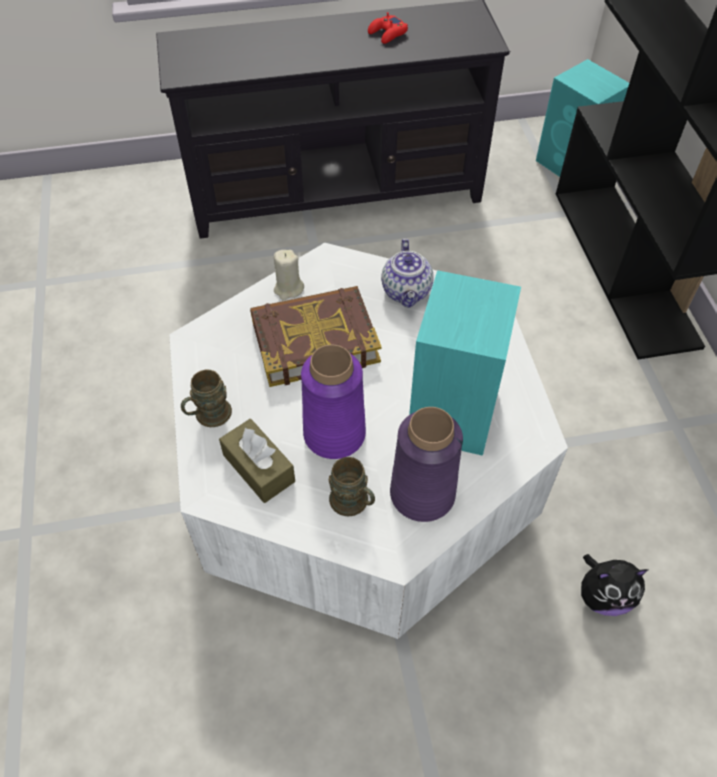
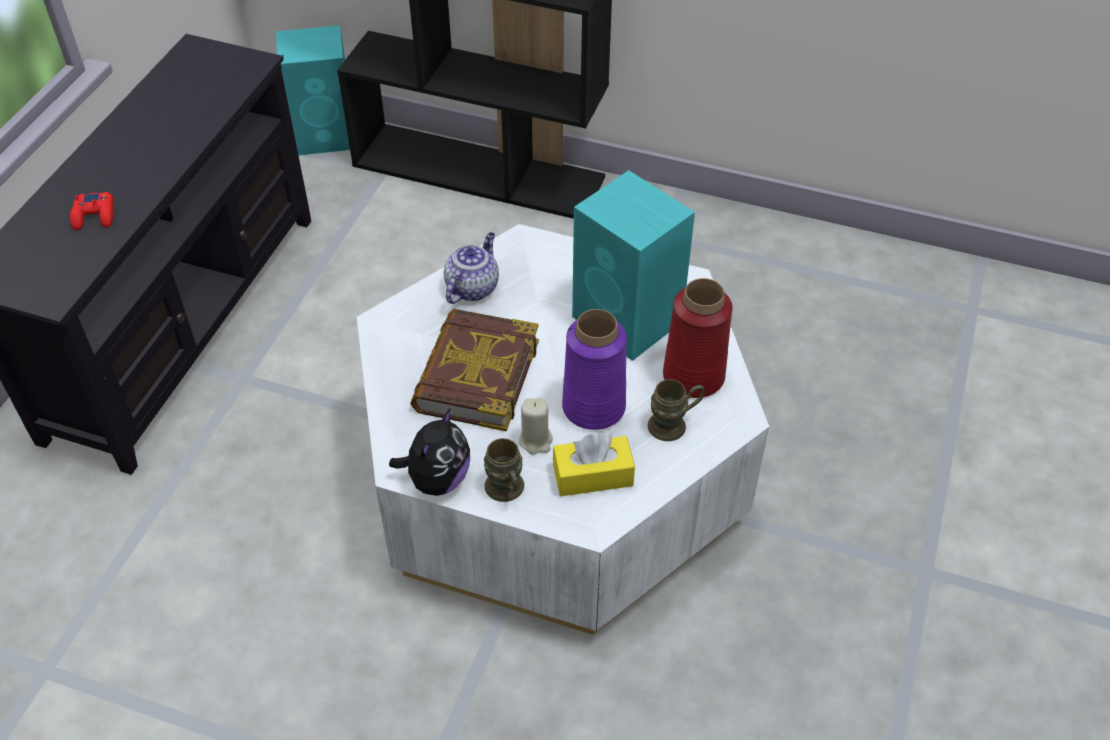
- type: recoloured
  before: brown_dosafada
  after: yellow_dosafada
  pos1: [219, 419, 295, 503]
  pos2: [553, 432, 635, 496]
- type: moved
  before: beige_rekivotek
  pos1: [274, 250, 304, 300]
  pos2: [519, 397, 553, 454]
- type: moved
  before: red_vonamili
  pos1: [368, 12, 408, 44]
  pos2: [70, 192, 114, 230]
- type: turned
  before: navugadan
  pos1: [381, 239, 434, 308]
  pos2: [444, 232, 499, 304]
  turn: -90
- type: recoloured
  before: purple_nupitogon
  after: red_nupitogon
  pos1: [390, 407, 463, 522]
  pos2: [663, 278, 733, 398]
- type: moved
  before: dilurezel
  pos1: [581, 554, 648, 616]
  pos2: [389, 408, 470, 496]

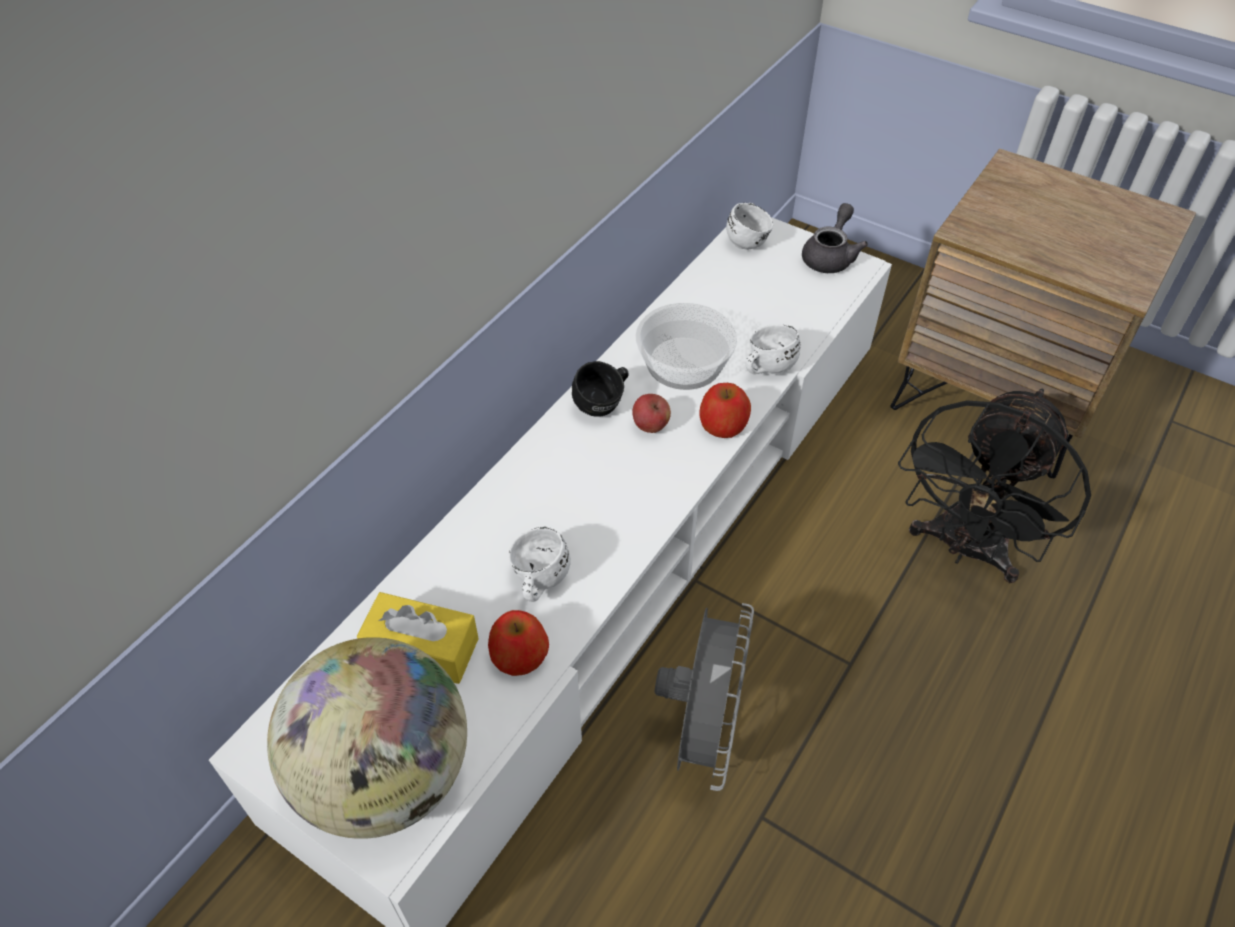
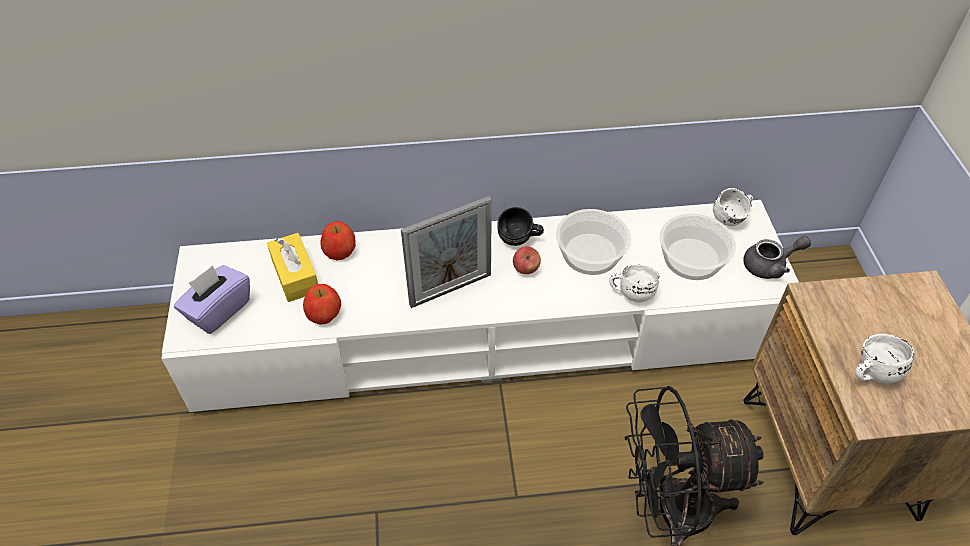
- type: replaced
  before: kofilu
  after: purple_dosafada
  pos1: [267, 637, 467, 839]
  pos2: [174, 265, 250, 334]
- type: moved
  before: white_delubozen
  pos1: [508, 527, 571, 602]
  pos2: [855, 334, 914, 384]
- type: removed
  before: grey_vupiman
  pos1: [655, 603, 754, 791]
- type: moved
  before: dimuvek
  pos1: [699, 383, 751, 438]
  pos2: [321, 221, 356, 260]
- type: added
  after: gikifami
  pos2: [401, 196, 492, 308]
- type: added
  after: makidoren
  pos2: [659, 214, 736, 280]

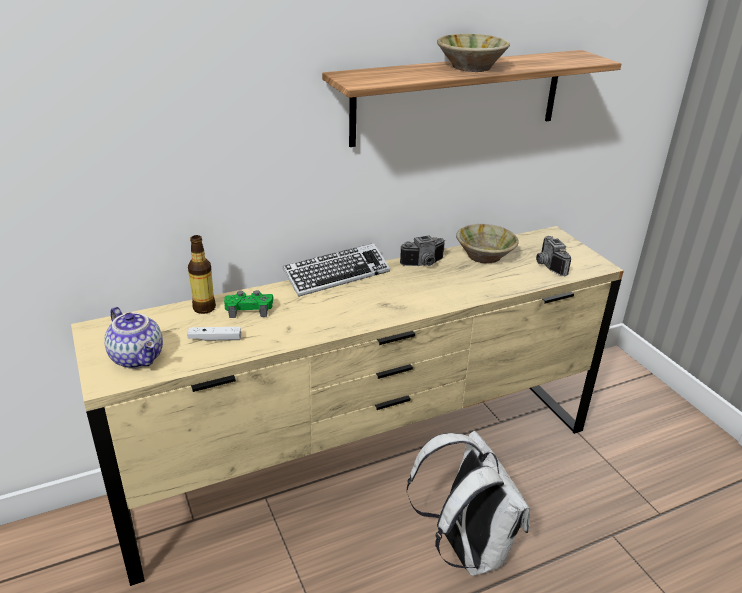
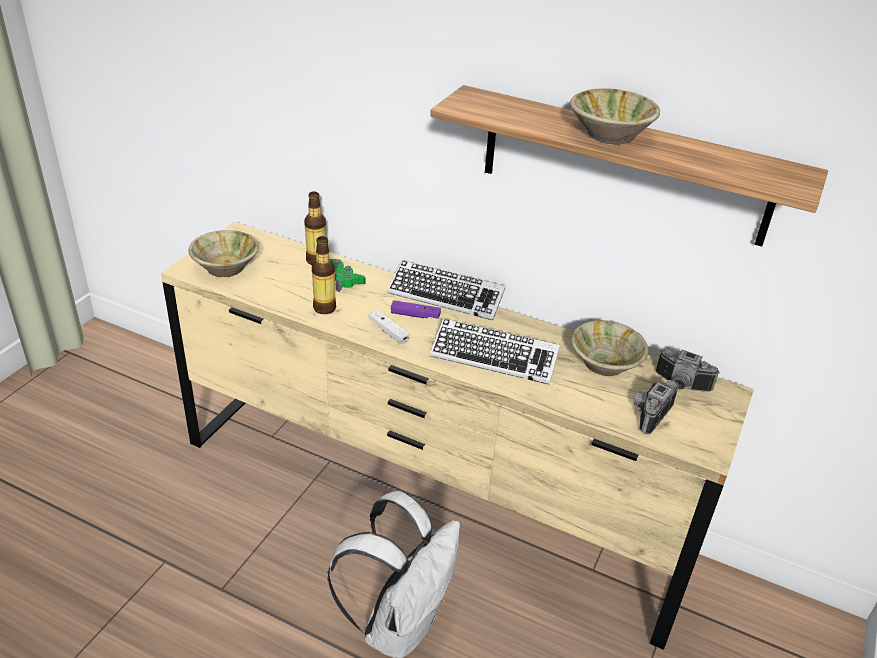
- type: replaced
  before: navugadan
  after: beige_makidoren
  pos1: [104, 307, 163, 369]
  pos2: [189, 230, 259, 277]
- type: moved
  before: white_vonamili
  pos1: [187, 327, 241, 341]
  pos2: [368, 310, 410, 344]
- type: moved
  before: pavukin
  pos1: [400, 235, 445, 266]
  pos2: [656, 349, 720, 392]
- type: added
  after: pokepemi
  pos2: [312, 236, 336, 314]
- type: added
  after: purple_vonamili
  pos2: [391, 300, 441, 319]
- type: added
  after: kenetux
  pos2: [430, 318, 560, 385]

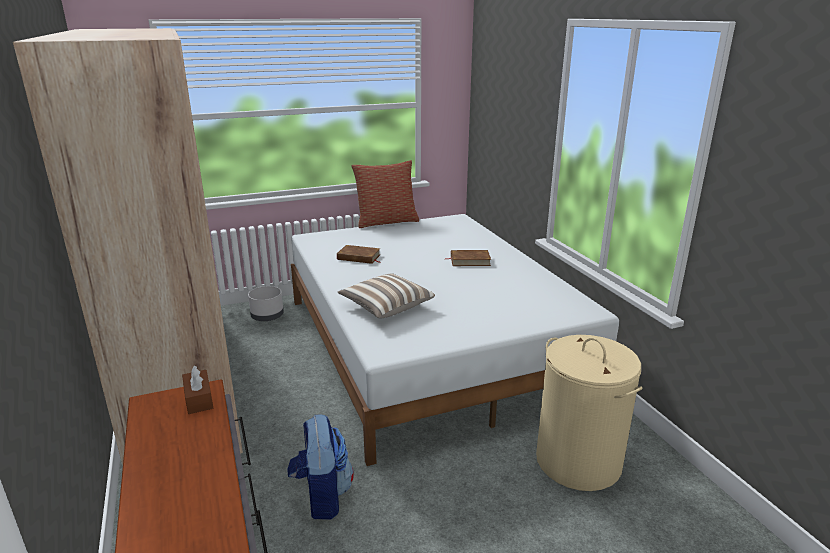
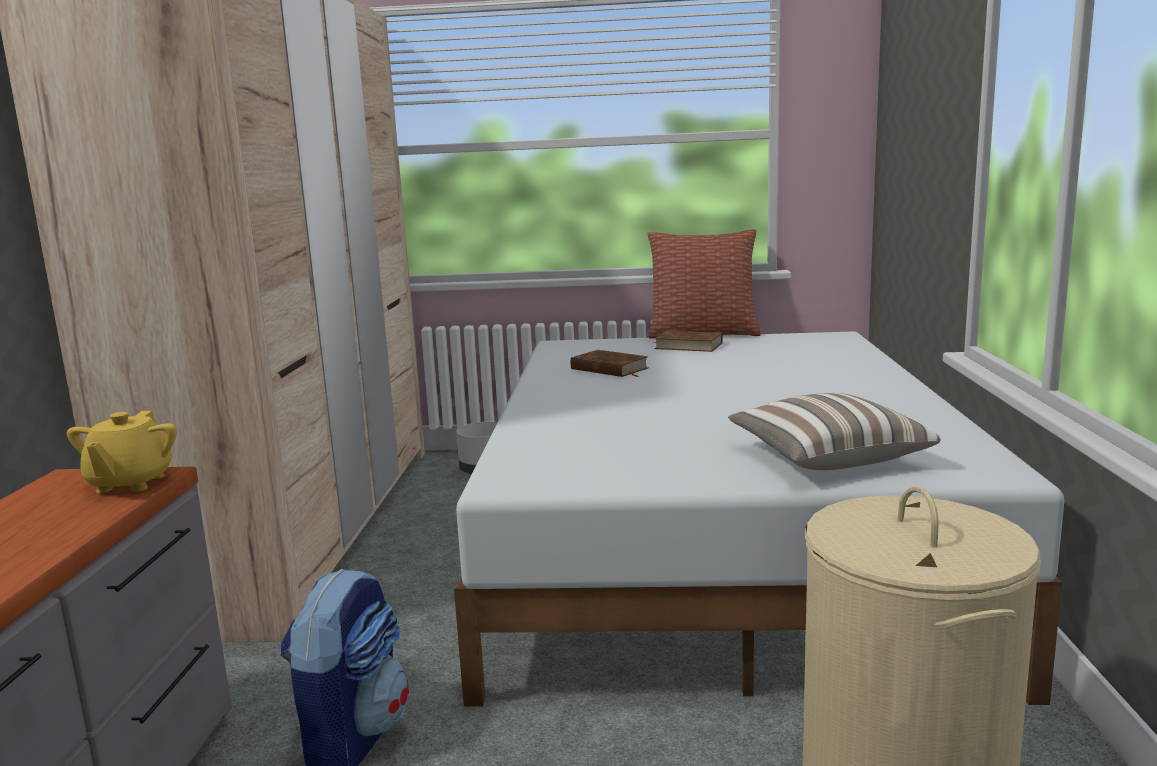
- type: replaced
  before: brown_dosafada
  after: yellow_navugadan
  pos1: [182, 366, 213, 414]
  pos2: [67, 411, 177, 493]
- type: moved
  before: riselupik
  pos1: [338, 273, 435, 318]
  pos2: [728, 393, 941, 470]
- type: moved
  before: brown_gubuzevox
  pos1: [444, 250, 491, 266]
  pos2: [654, 331, 723, 352]

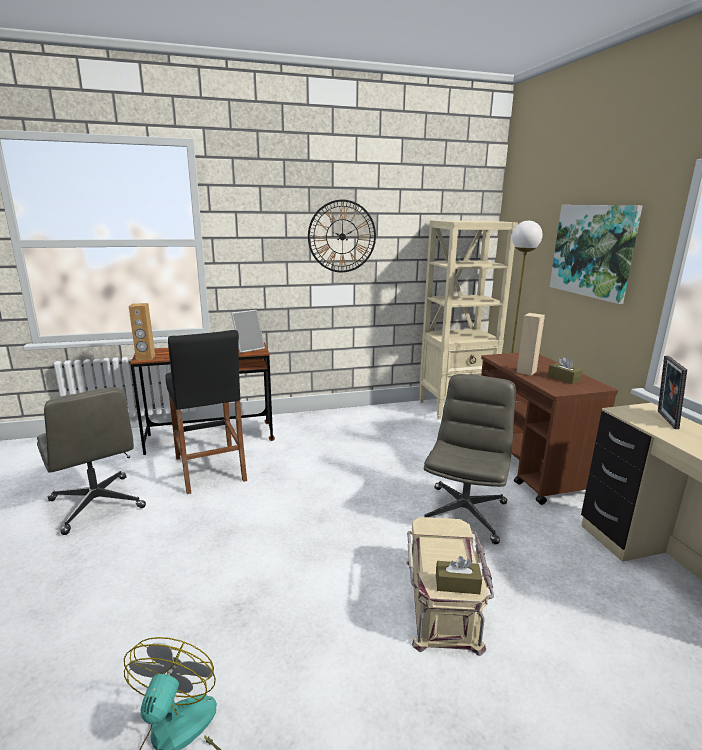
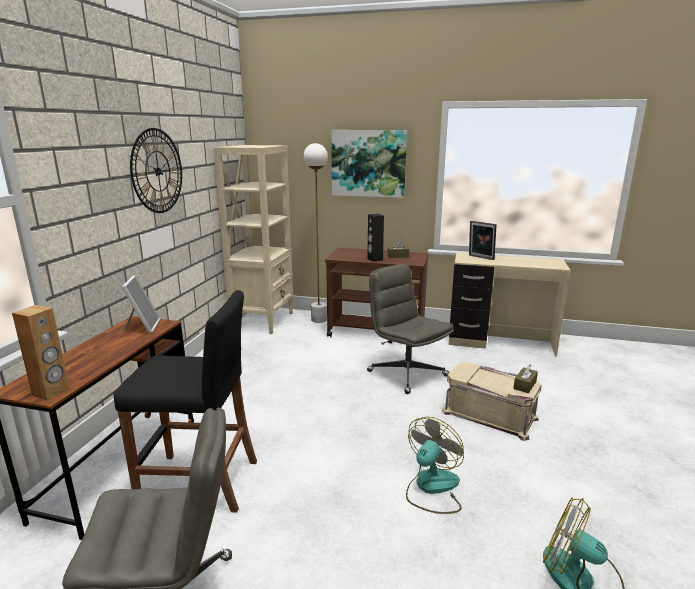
- type: recoloured
  before: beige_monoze
  after: black_monoze
  pos1: [516, 313, 545, 376]
  pos2: [367, 214, 384, 262]
- type: added
  after: vupiman
  pos2: [406, 417, 464, 514]

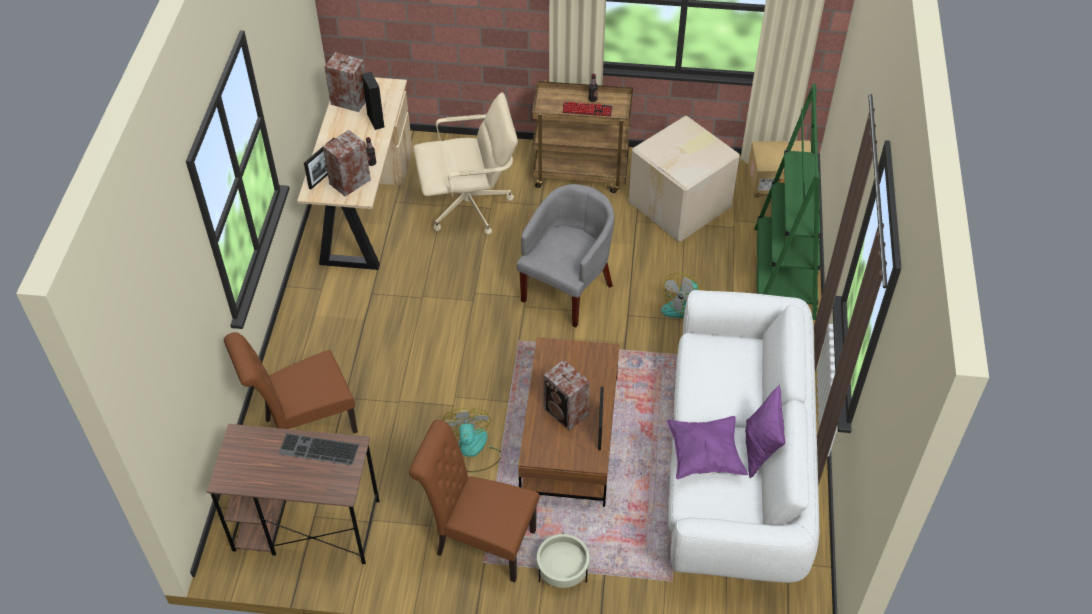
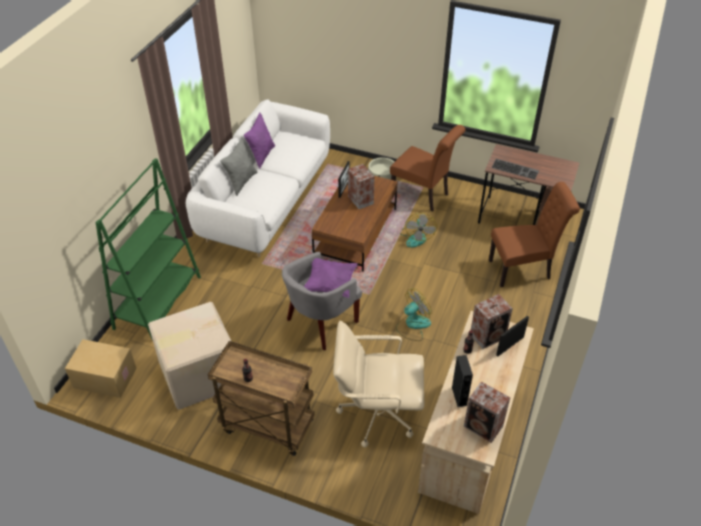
- type: removed
  before: kenetux
  pos1: [562, 102, 612, 116]
- type: moved
  before: vupiman
  pos1: [661, 273, 702, 318]
  pos2: [396, 288, 432, 341]
- type: moved
  before: purple_riselupik
  pos1: [667, 416, 748, 479]
  pos2: [304, 258, 358, 298]
- type: added
  after: grey_riselupik
  pos2: [220, 137, 257, 196]

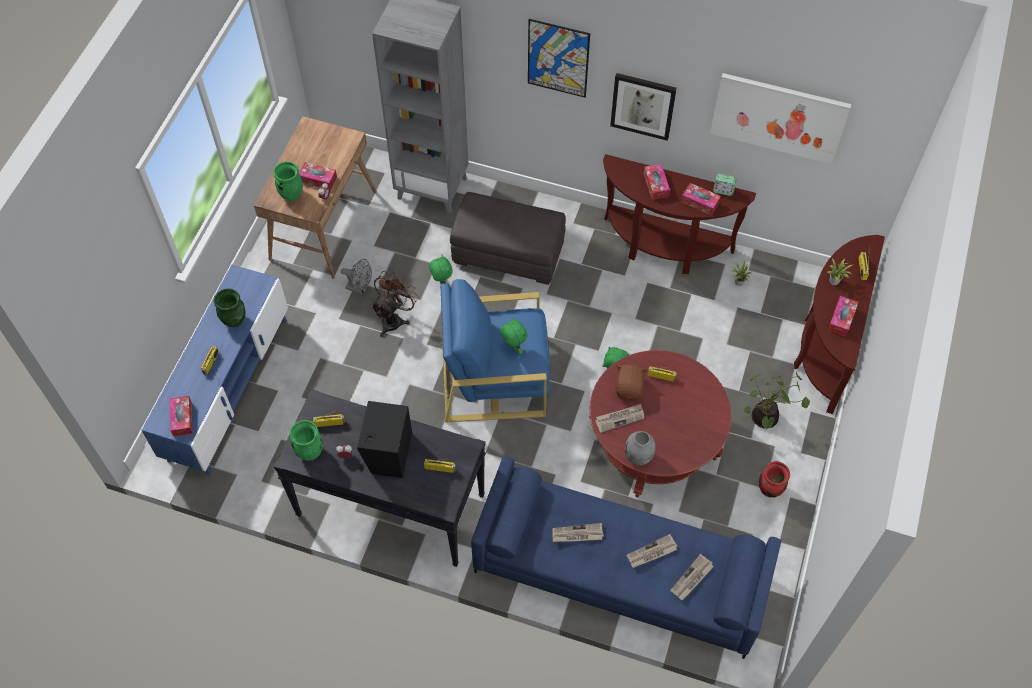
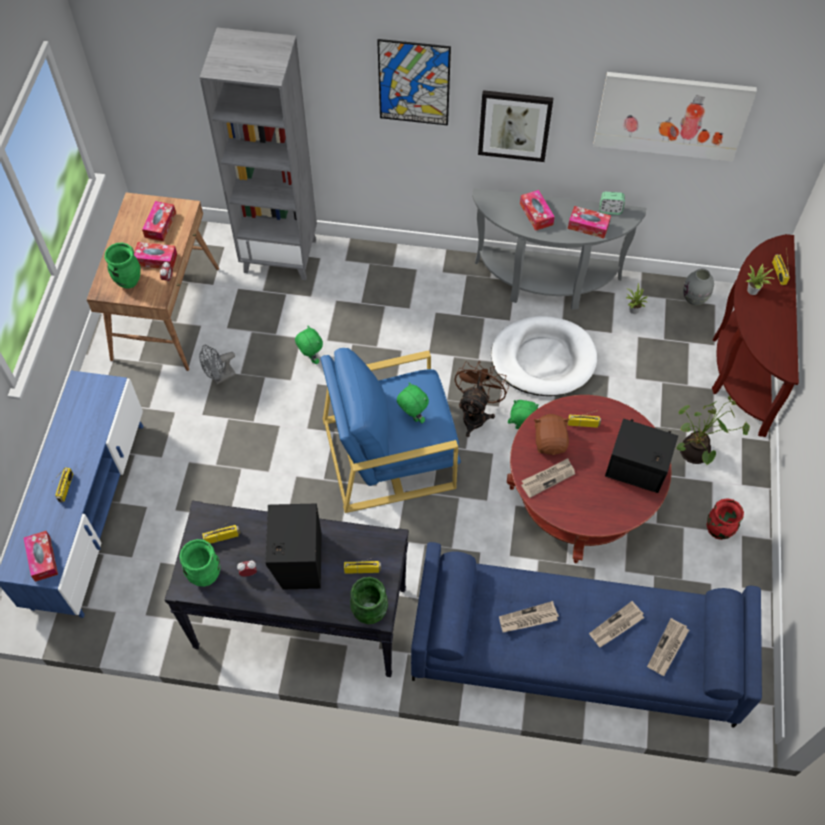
- type: moved
  before: green_nupitogon
  pos1: [214, 288, 246, 327]
  pos2: [350, 577, 388, 624]
- type: turned
  before: grey_vupiman
  pos1: [341, 259, 372, 295]
  pos2: [199, 345, 236, 384]
  turn: 135
- type: moved
  before: brown_vupiman
  pos1: [371, 271, 419, 337]
  pos2: [454, 361, 509, 437]
- type: removed
  before: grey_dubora
  pos1: [450, 192, 566, 285]
- type: recoloured
  before: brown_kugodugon
  after: grey_kugodugon
  pos1: [603, 154, 756, 274]
  pos2: [472, 188, 646, 310]
- type: moved
  before: grey_nupitogon
  pos1: [625, 431, 656, 466]
  pos2: [683, 269, 714, 305]
- type: moved
  before: dosafada
  pos1: [828, 296, 858, 336]
  pos2: [142, 201, 176, 241]
- type: added
  after: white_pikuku
  pos2: [491, 316, 597, 396]
- type: added
  after: black_monoze
  pos2: [605, 419, 678, 493]

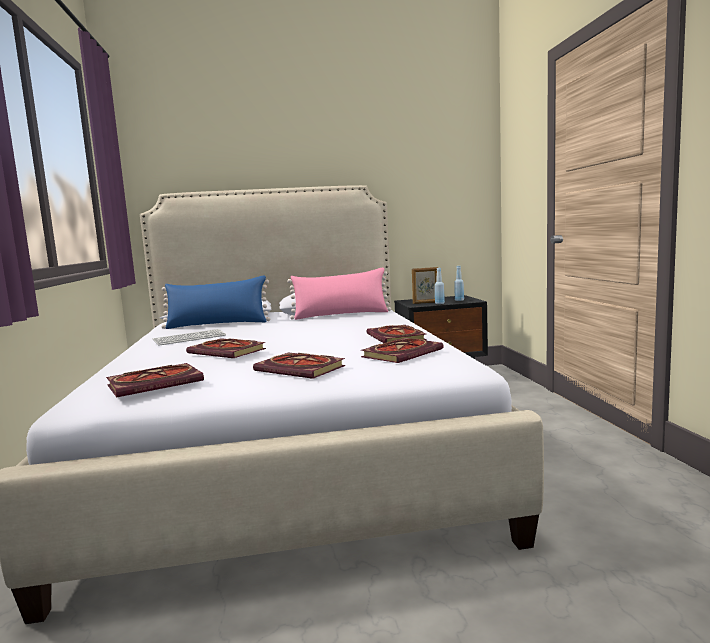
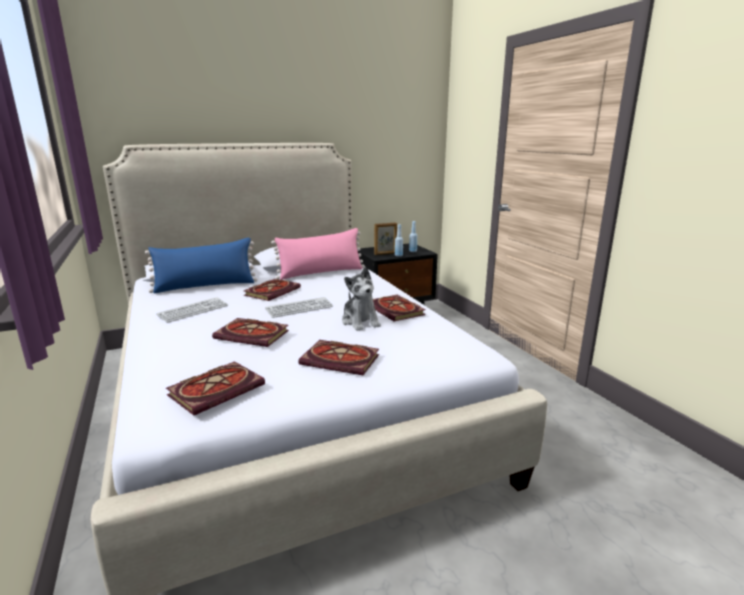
- type: moved
  before: gubuzevox
  pos1: [361, 338, 443, 363]
  pos2: [243, 279, 301, 301]
- type: added
  after: kenetux
  pos2: [265, 297, 333, 318]
- type: added
  after: dilurezel
  pos2: [342, 267, 381, 331]

